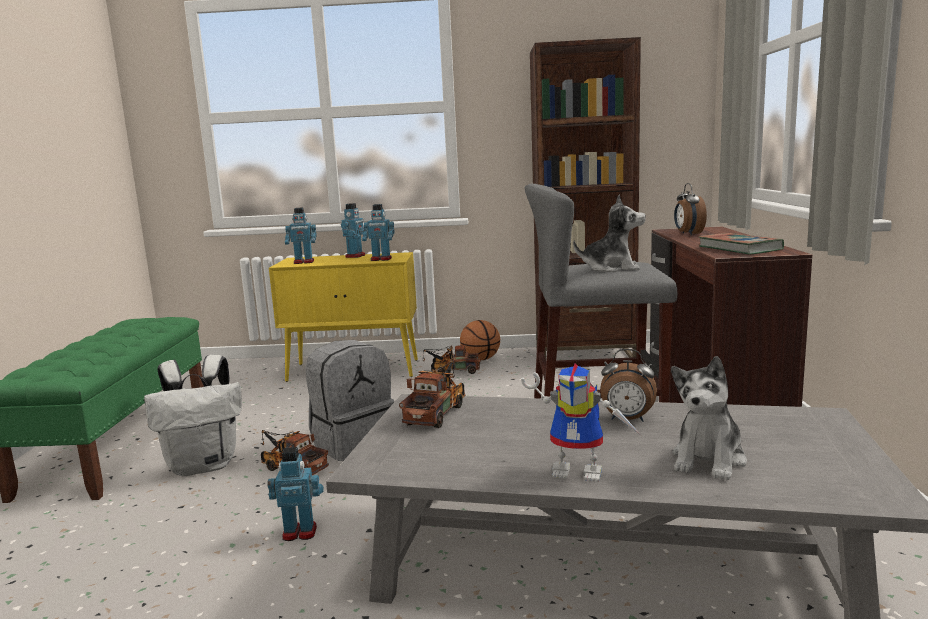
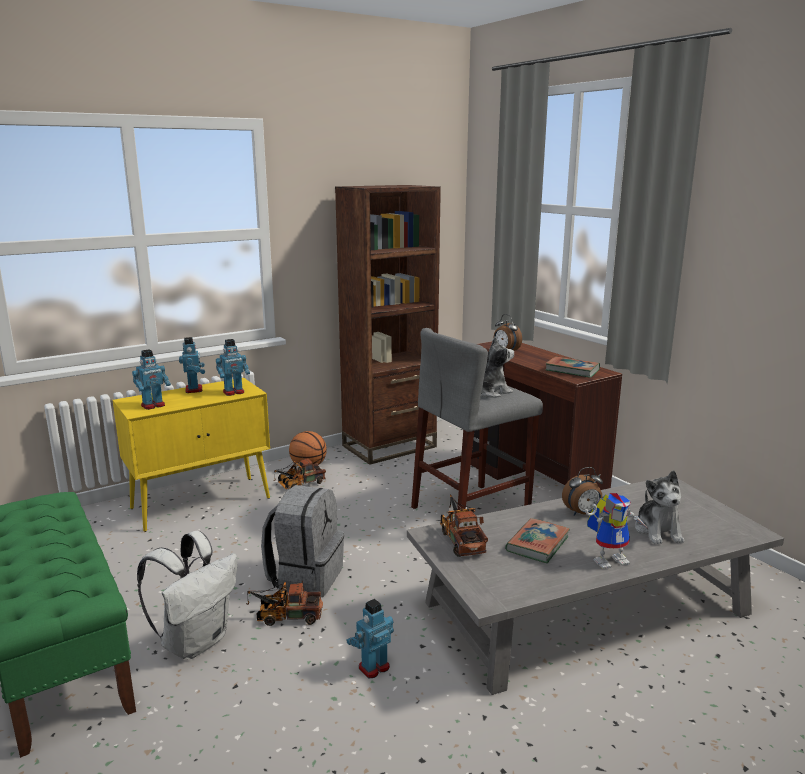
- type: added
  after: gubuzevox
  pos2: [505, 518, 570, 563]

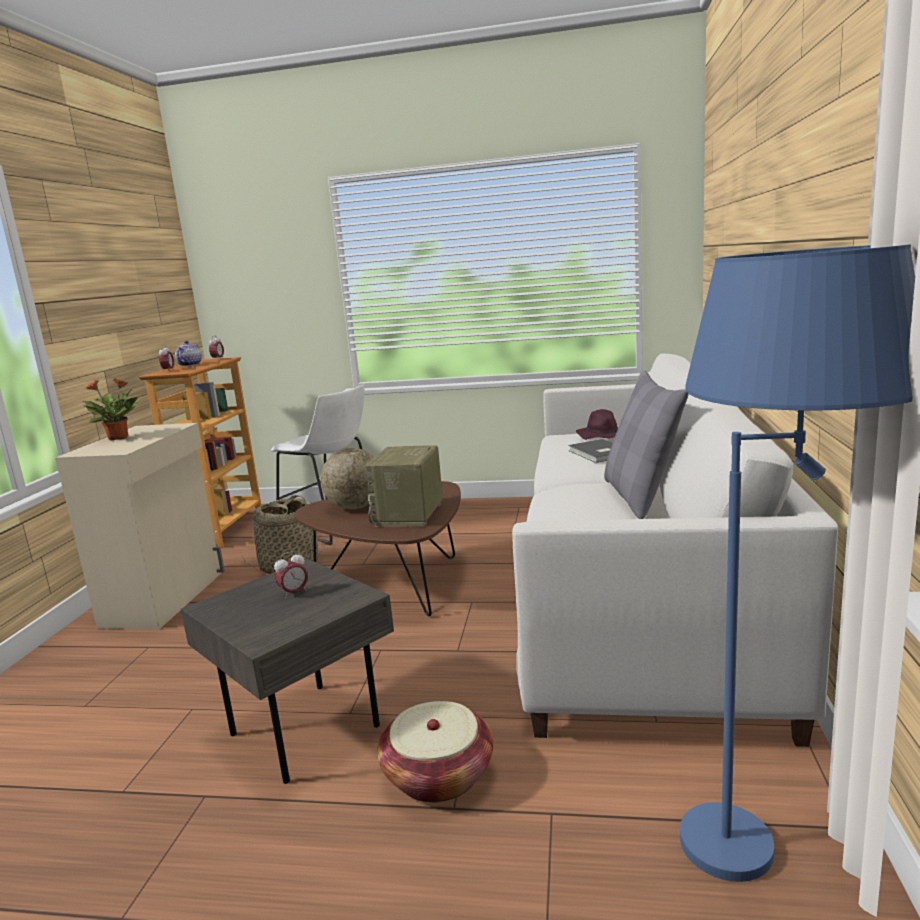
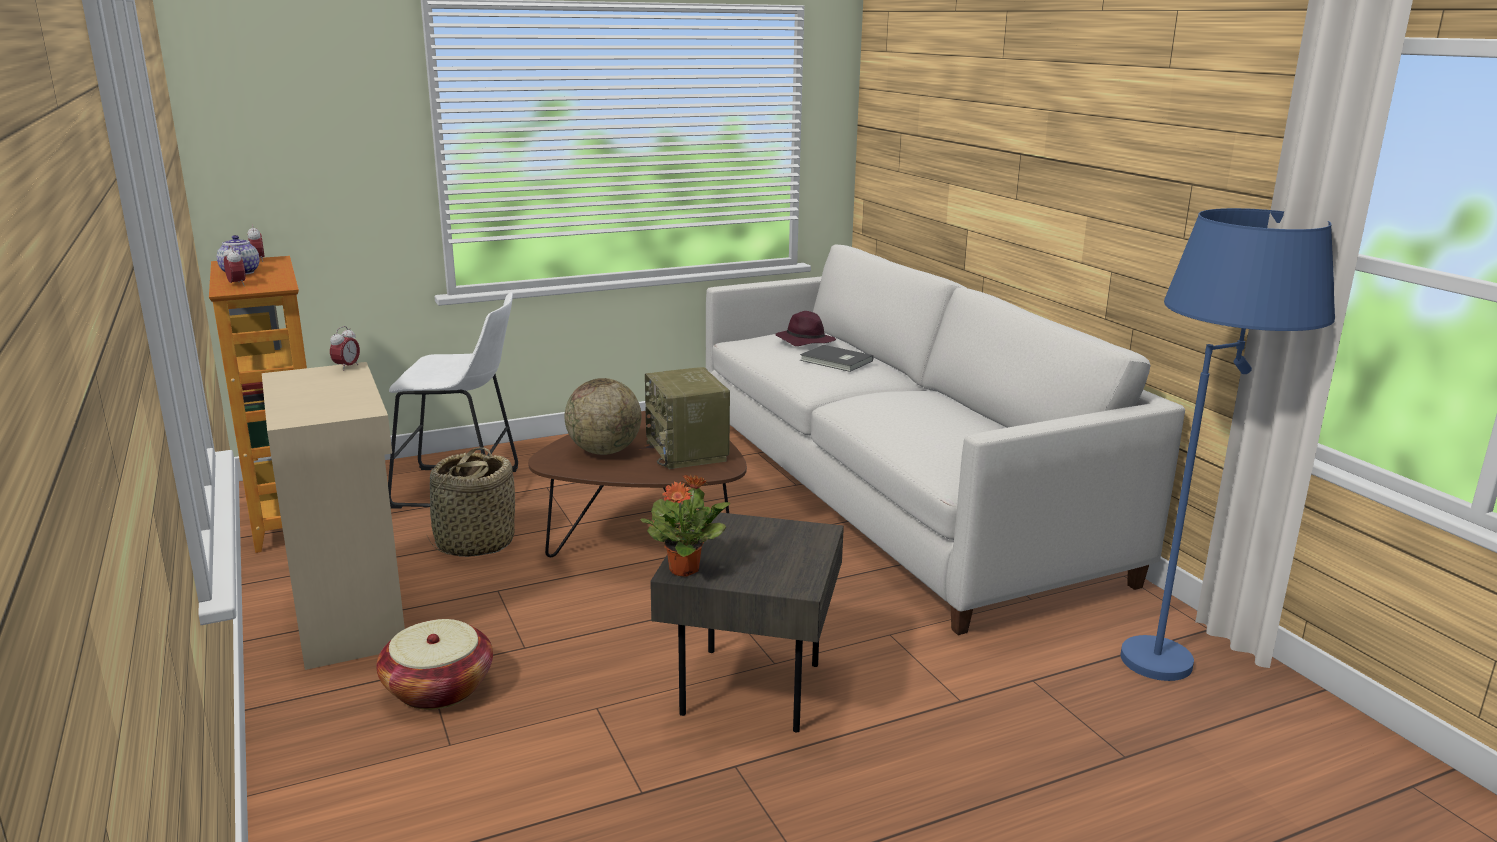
- type: moved
  before: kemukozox
  pos1: [82, 378, 138, 441]
  pos2: [640, 474, 730, 577]
- type: moved
  before: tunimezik
  pos1: [274, 551, 308, 598]
  pos2: [330, 326, 360, 371]
- type: moved
  before: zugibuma
  pos1: [377, 701, 493, 803]
  pos2: [376, 619, 493, 710]
- type: removed
  before: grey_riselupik
  pos1: [604, 370, 689, 519]

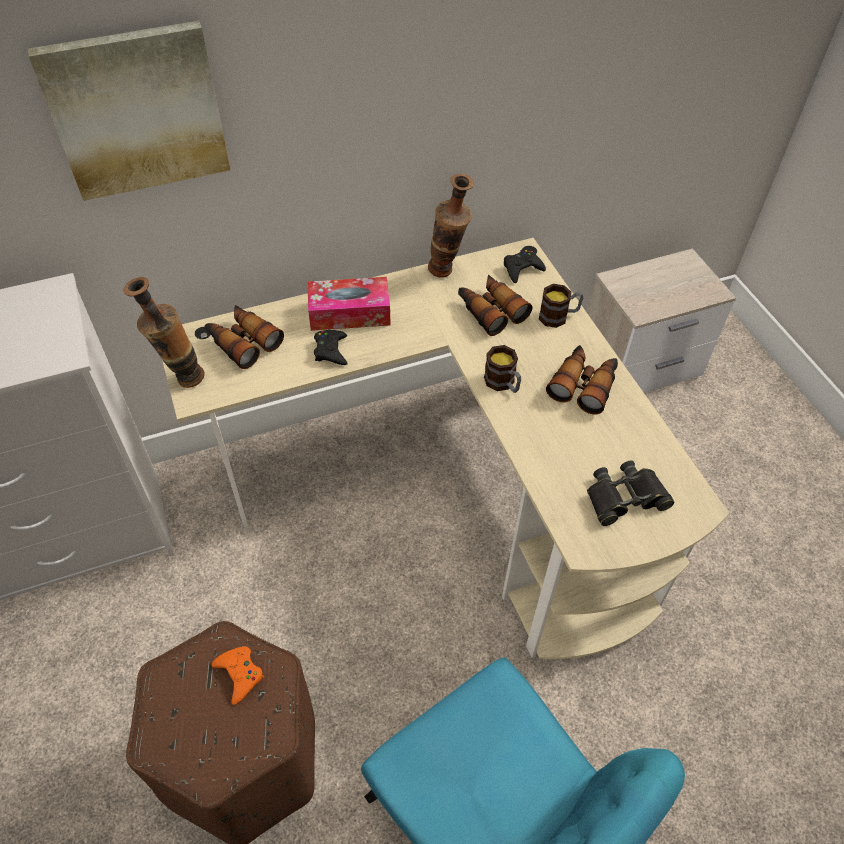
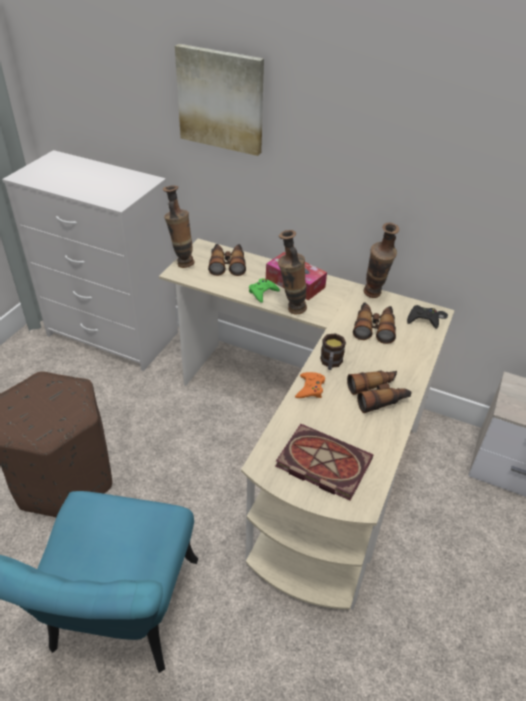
- type: moved
  before: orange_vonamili
  pos1: [212, 646, 264, 705]
  pos2: [295, 372, 325, 398]
- type: recoloured
  before: black_vonamili
  after: green_vonamili
  pos1: [314, 330, 348, 365]
  pos2: [249, 278, 280, 303]
- type: removed
  before: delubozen
  pos1: [539, 284, 583, 328]
- type: replaced
  before: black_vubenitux
  after: gubuzevox
  pos1: [587, 460, 674, 526]
  pos2: [276, 424, 373, 501]
- type: added
  after: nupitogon
  pos2: [278, 230, 307, 314]

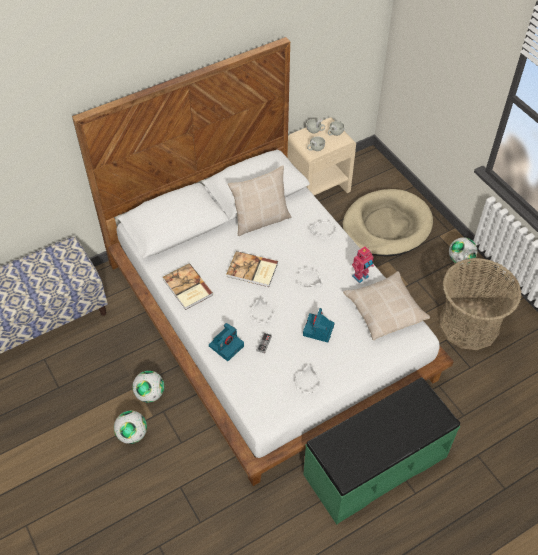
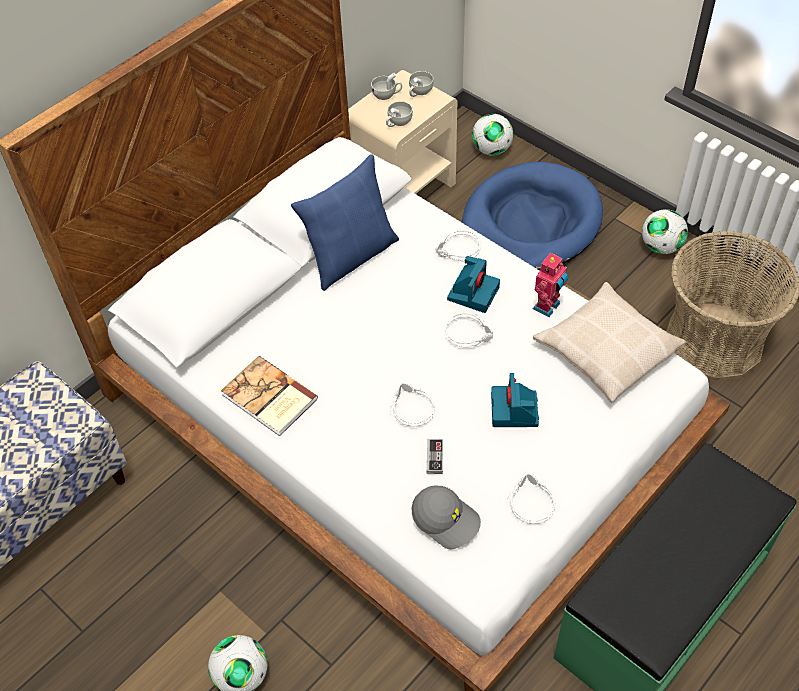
- type: moved
  before: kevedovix
  pos1: [132, 371, 164, 402]
  pos2: [472, 114, 513, 156]
- type: moved
  before: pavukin
  pos1: [209, 323, 244, 361]
  pos2: [447, 256, 500, 313]
- type: removed
  before: gubuzevox
  pos1: [226, 251, 278, 287]
- type: recoloured
  before: beige_riselupik
  after: blue_riselupik
  pos1: [228, 165, 291, 236]
  pos2: [291, 154, 399, 291]
- type: recoloured
  before: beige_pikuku
  after: blue_pikuku
  pos1: [343, 189, 433, 257]
  pos2: [462, 162, 603, 271]
- type: added
  after: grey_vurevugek
  pos2: [412, 485, 481, 549]

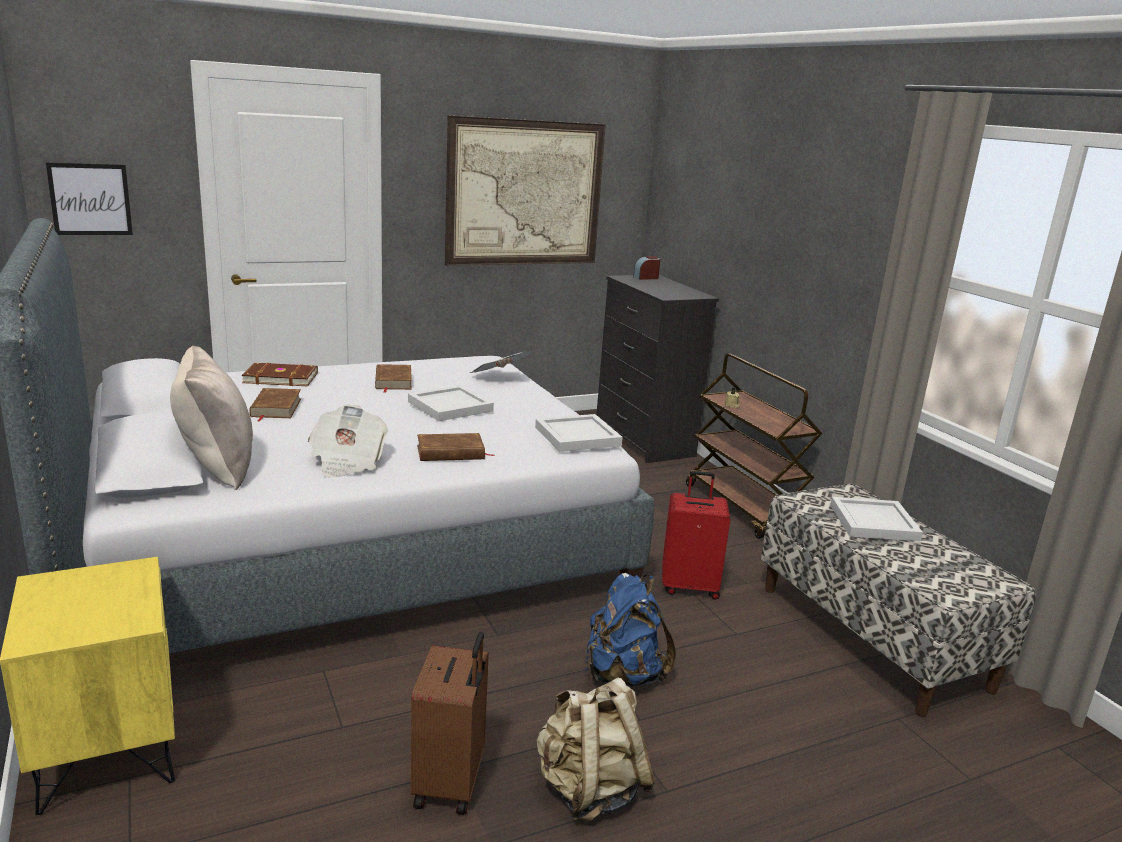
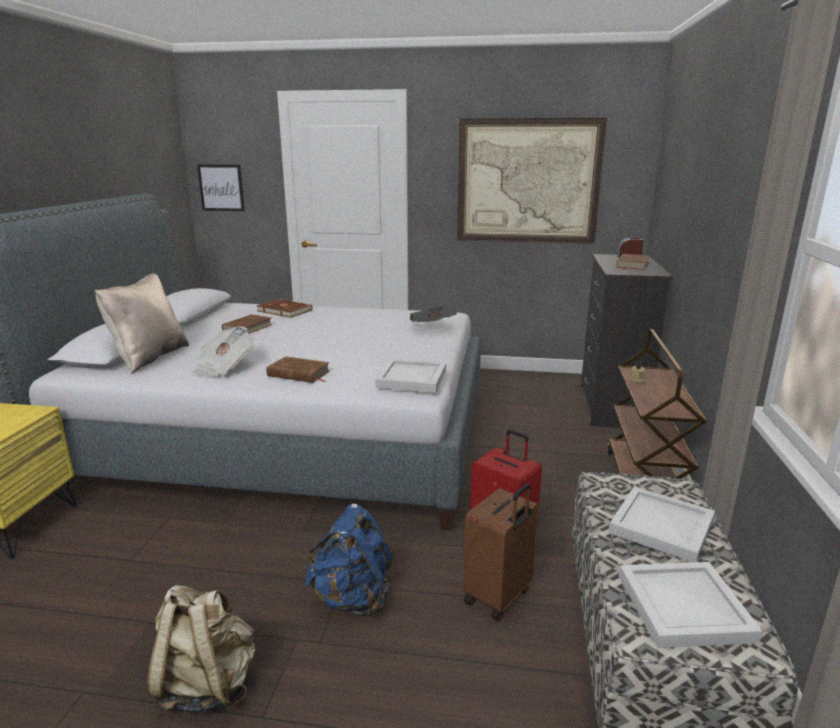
- type: moved
  before: brown_gubuzevox
  pos1: [375, 364, 412, 393]
  pos2: [617, 254, 649, 270]
- type: moved
  before: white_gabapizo
  pos1: [408, 385, 494, 421]
  pos2: [619, 562, 763, 648]
- type: moved
  before: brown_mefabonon
  pos1: [411, 632, 489, 815]
  pos2: [463, 483, 539, 621]

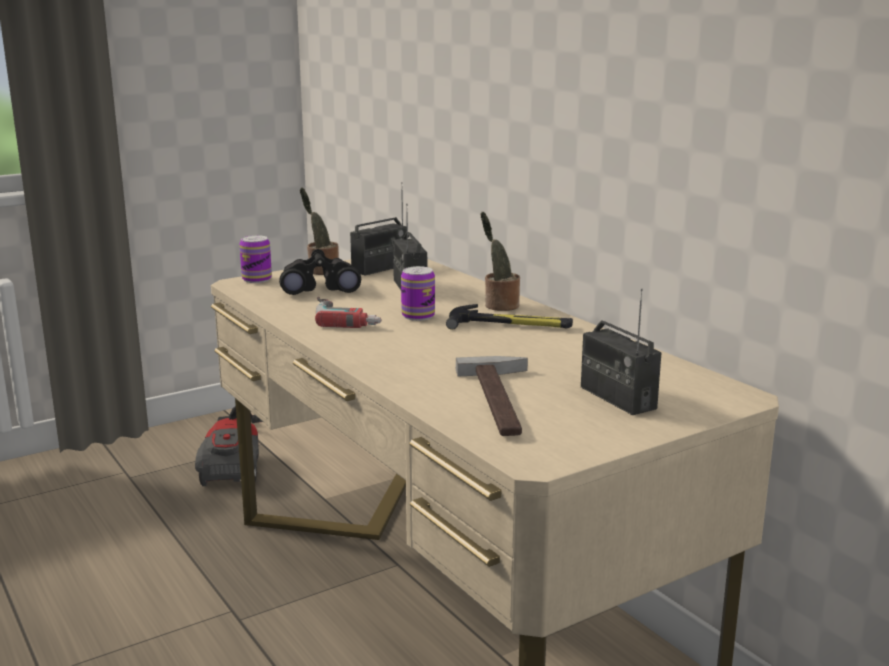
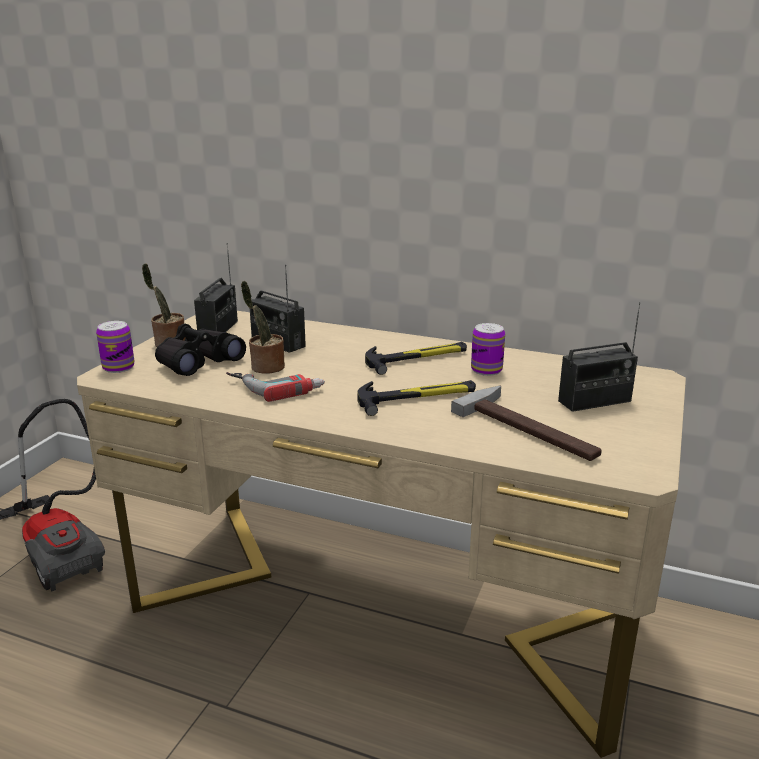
- type: moved
  before: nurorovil
  pos1: [401, 266, 435, 321]
  pos2: [471, 323, 505, 376]
- type: moved
  before: kemukozox
  pos1: [481, 212, 520, 311]
  pos2: [241, 281, 285, 374]
- type: turned
  before: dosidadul
  pos1: [581, 288, 661, 415]
  pos2: [558, 302, 640, 412]
  turn: -45
- type: added
  after: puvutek
  pos2: [357, 380, 476, 416]

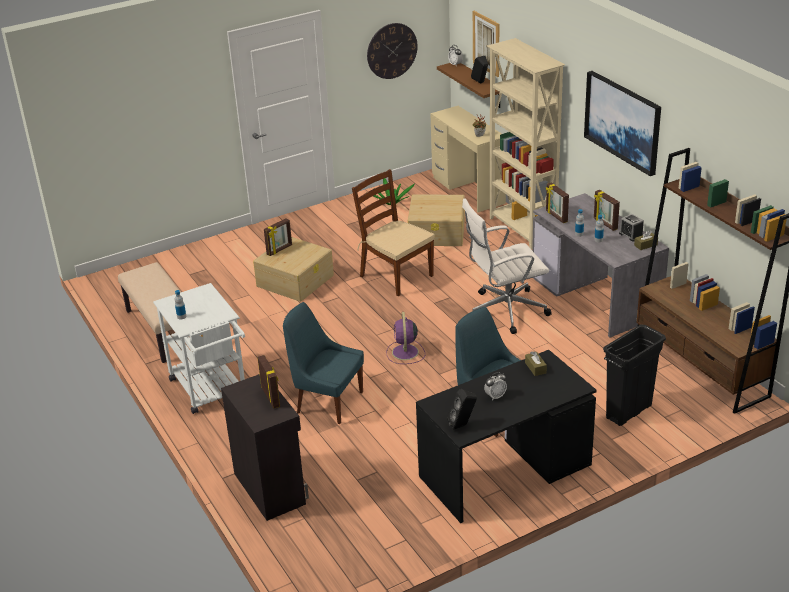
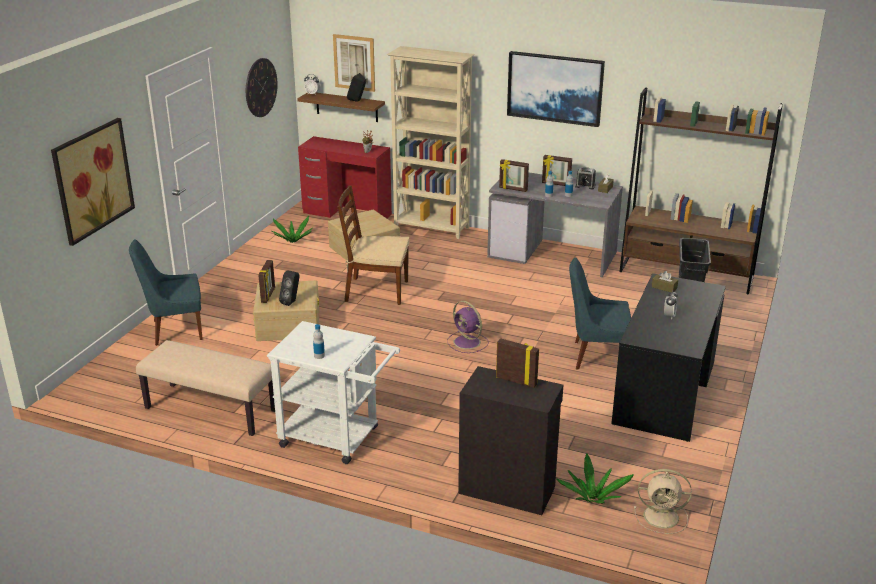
- type: moved
  before: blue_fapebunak
  pos1: [283, 302, 364, 424]
  pos2: [129, 239, 203, 346]
- type: recoloured
  before: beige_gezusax
  after: red_gezusax
  pos1: [430, 106, 506, 212]
  pos2: [298, 136, 392, 218]
- type: moved
  before: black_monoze
  pos1: [447, 389, 477, 430]
  pos2: [279, 270, 300, 306]
- type: removed
  before: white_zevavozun
  pos1: [462, 198, 552, 334]
- type: added
  after: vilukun
  pos2: [51, 118, 135, 246]
- type: added
  after: kemukozox
  pos2: [556, 454, 634, 504]
- type: added
  after: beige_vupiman
  pos2: [634, 469, 692, 534]

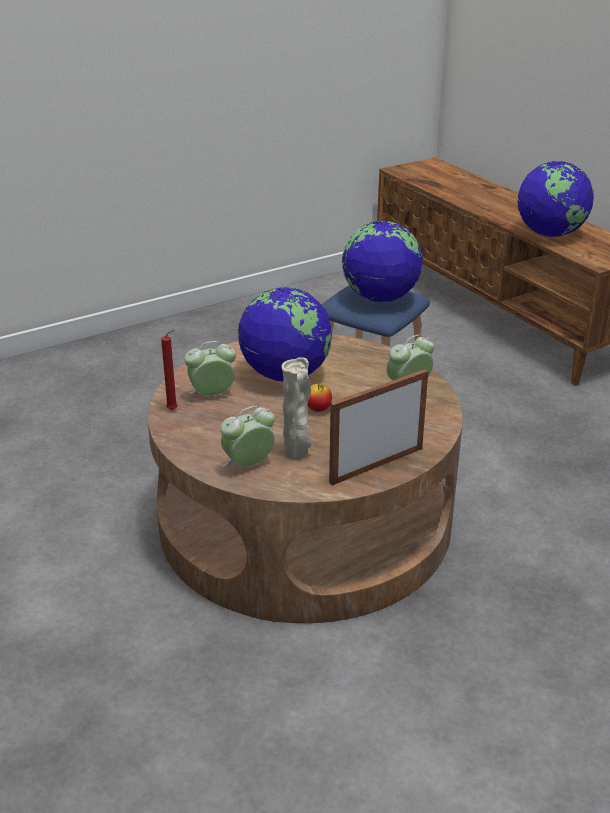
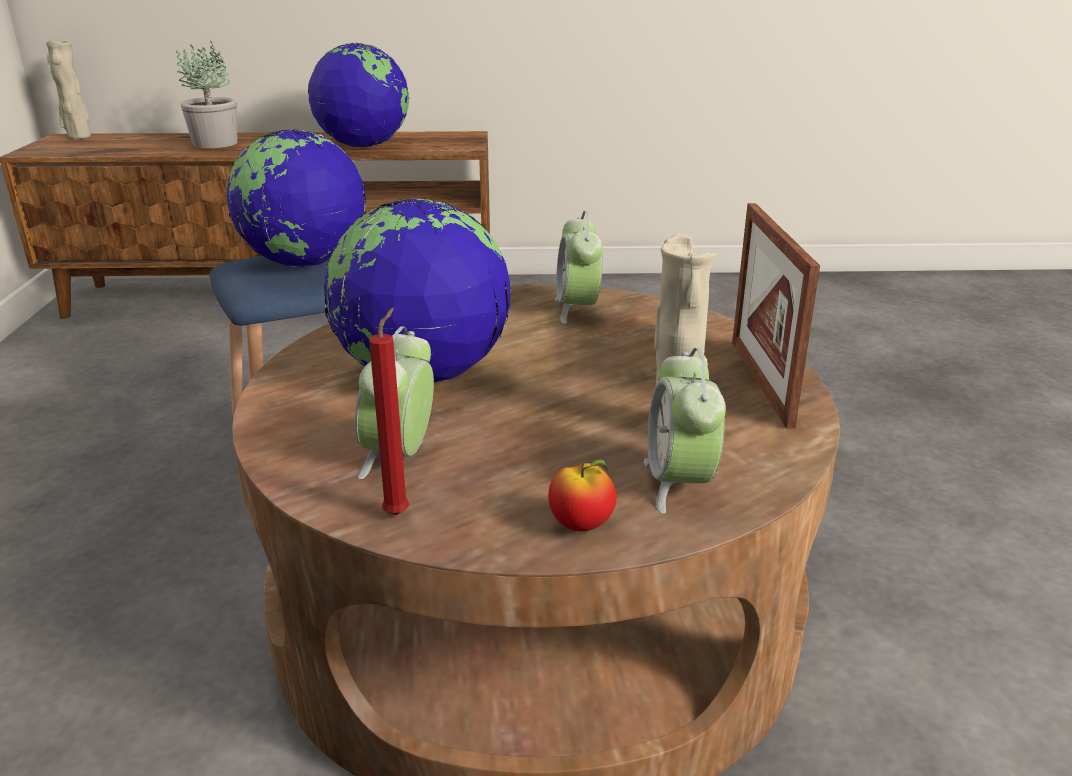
- type: moved
  before: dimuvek
  pos1: [307, 384, 332, 412]
  pos2: [548, 459, 617, 531]
- type: added
  after: beige_nupitogon
  pos2: [46, 40, 91, 139]
- type: added
  after: kemukozox
  pos2: [176, 41, 238, 148]

